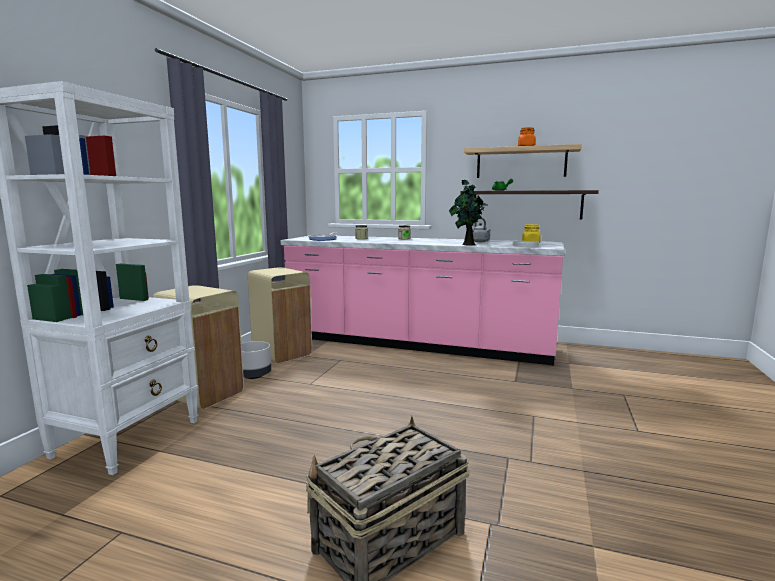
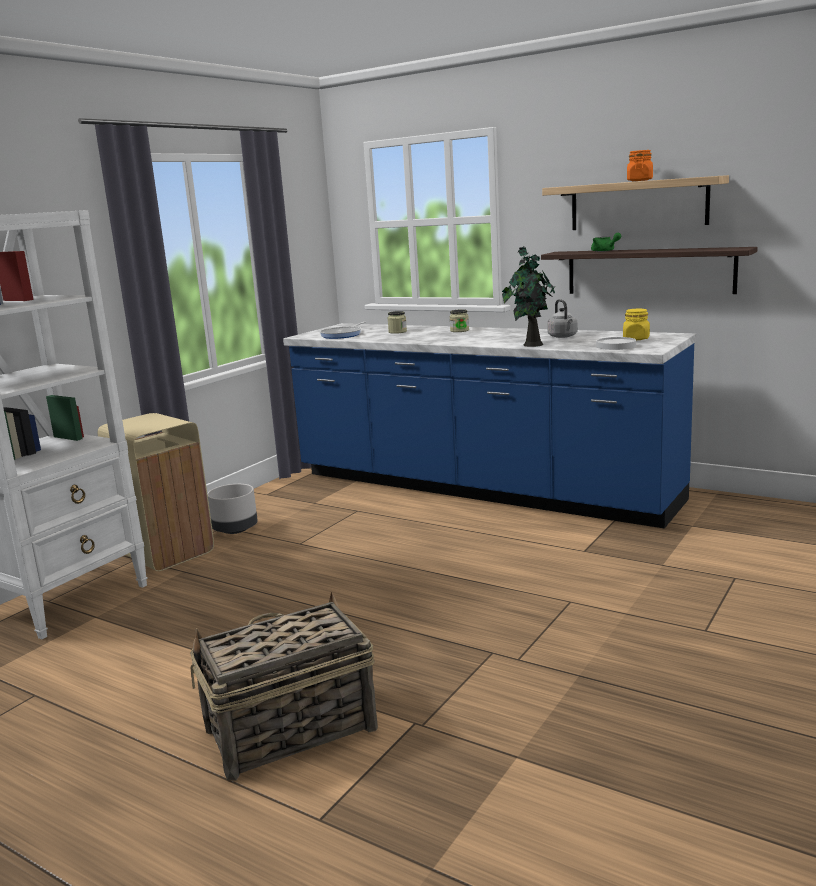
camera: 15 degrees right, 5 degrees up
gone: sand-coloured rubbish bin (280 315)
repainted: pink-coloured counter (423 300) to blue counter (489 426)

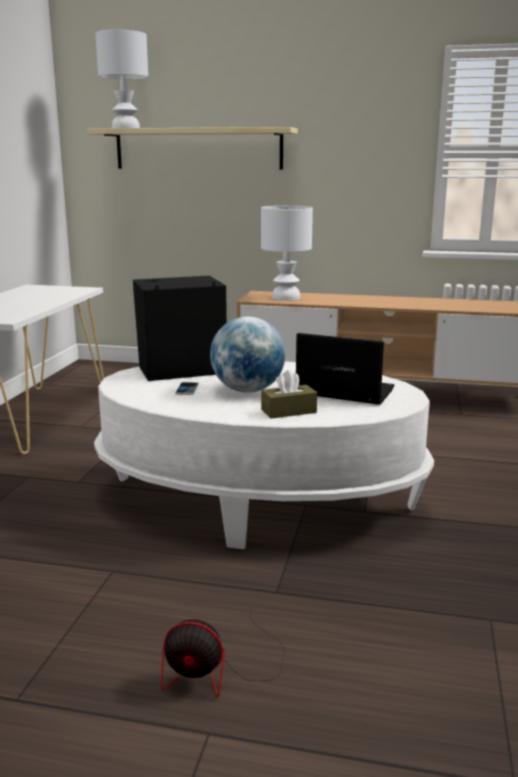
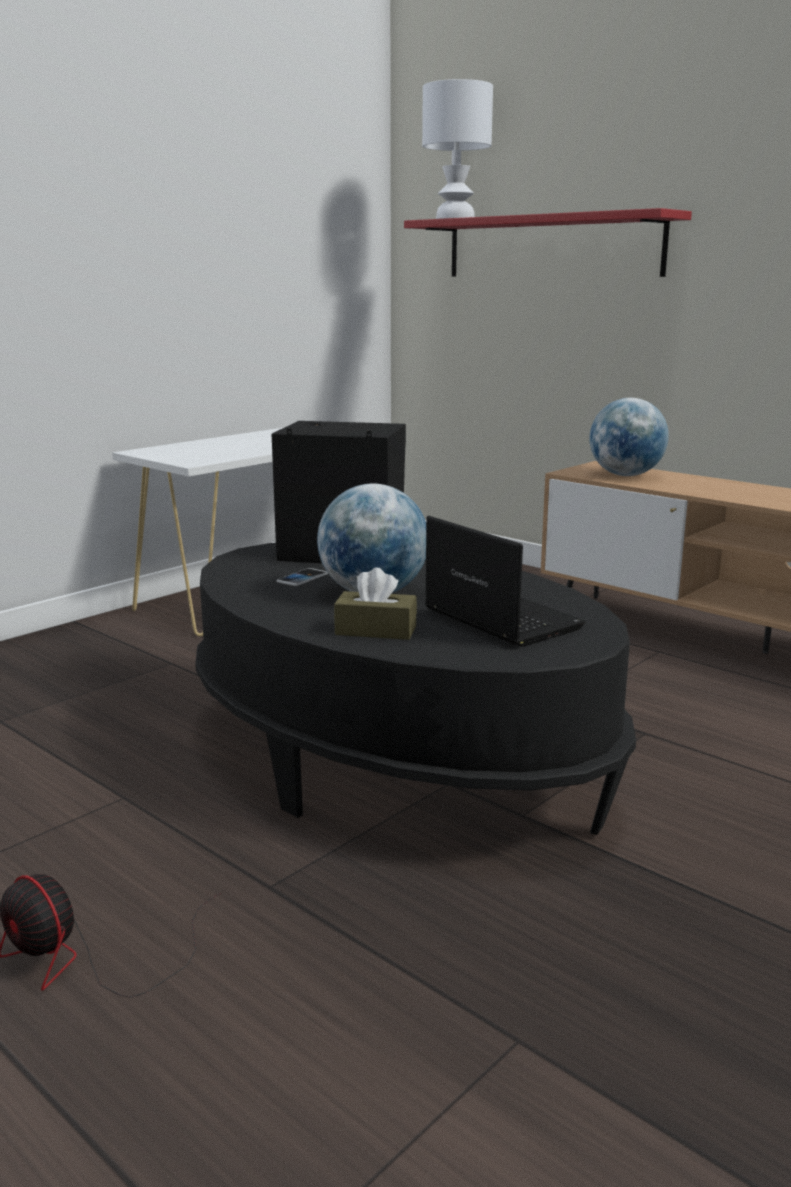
camera: 30 degrees right, 0 degrees up
swapped: white-coloured tabletop lamp (287 253) to globe (629 437)
repainted: sand-coloured shelf (192 148) to reddish shelf (548 242); white-coloured coffee table (264 455) to black-coloured coffee table (415 689)

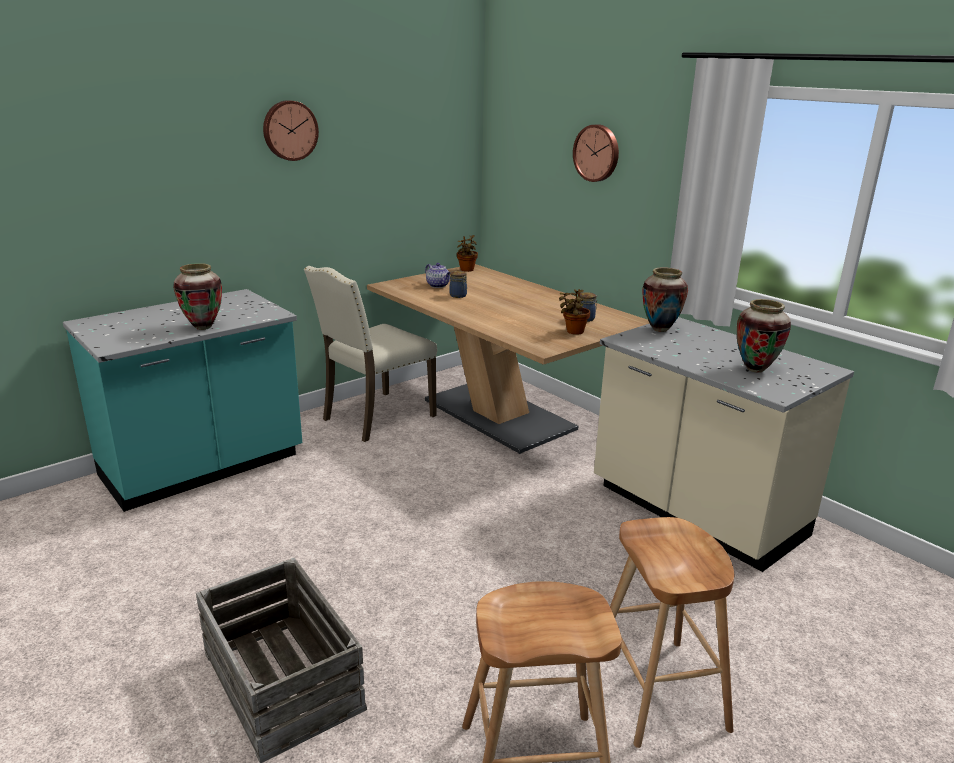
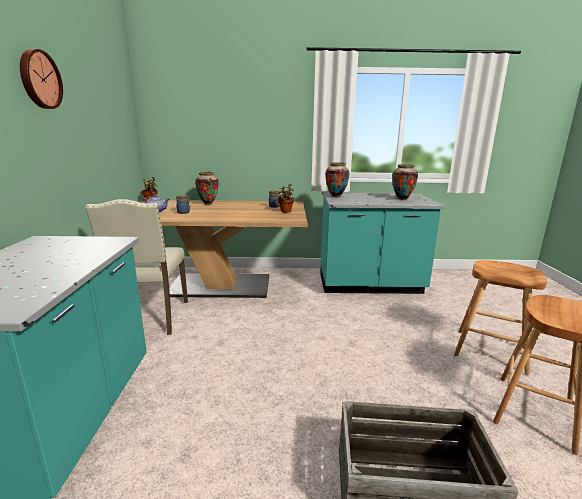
camera: 50 degrees left, 5 degrees down
gone: hanging clock (596 153)
shifted: vase (197 296) to (207 188)
repainted: sand-coloured counter (724 444) to blue-green counter (382 243)

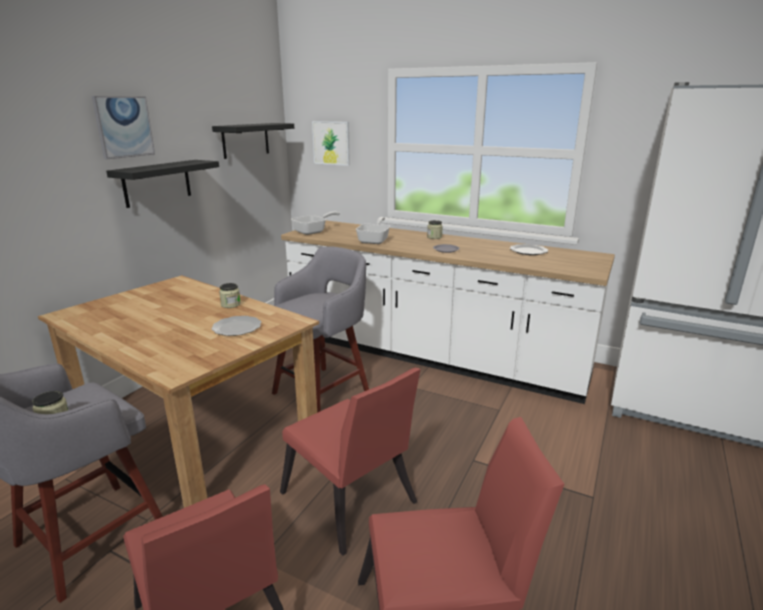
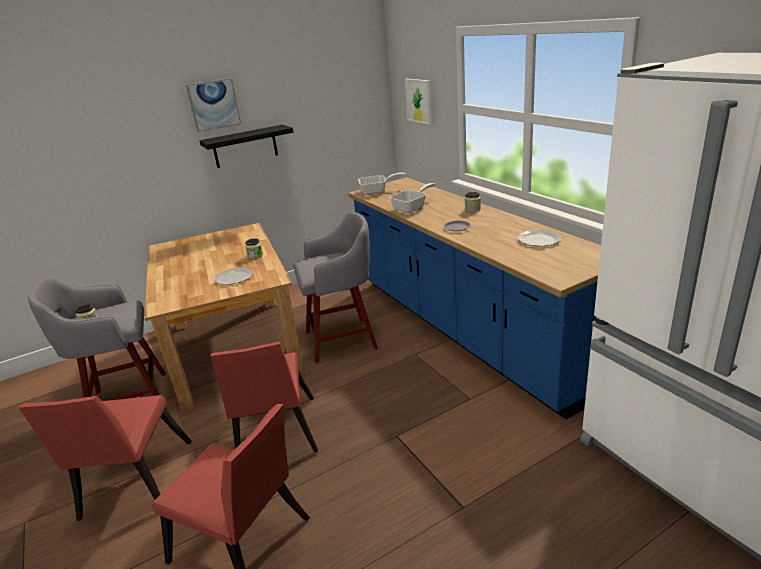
camera: 35 degrees right, 5 degrees up
gone: black-coloured shelf (253 141)
repainted: white-coloured counter (448 312) to blue counter (474 298)

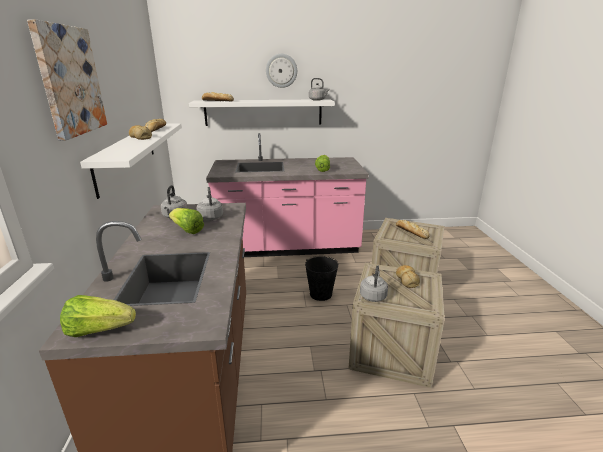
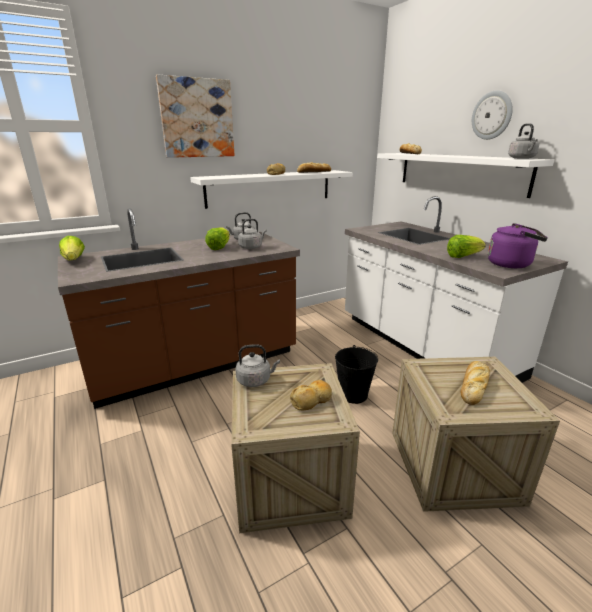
camera: 65 degrees right, 0 degrees up
new: purple kettle (517 245)
repainted: pink-coloured counter (287 195) to white-coloured counter (456 289)

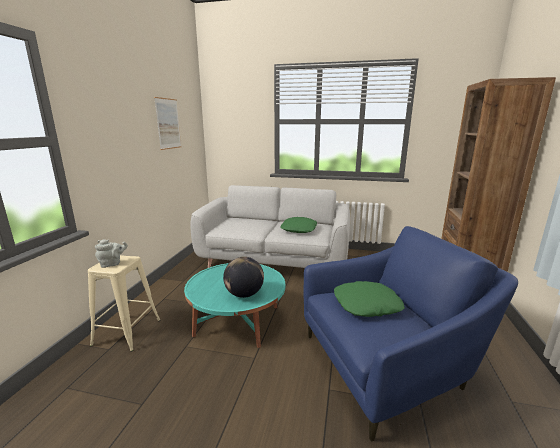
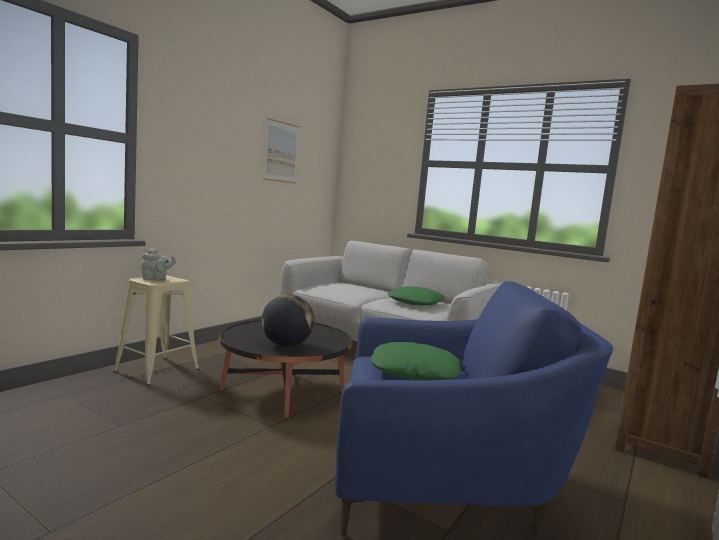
camera: 20 degrees right, 10 degrees down
repainted: blue-green coffee table (234 305) to black-coloured coffee table (285 369)

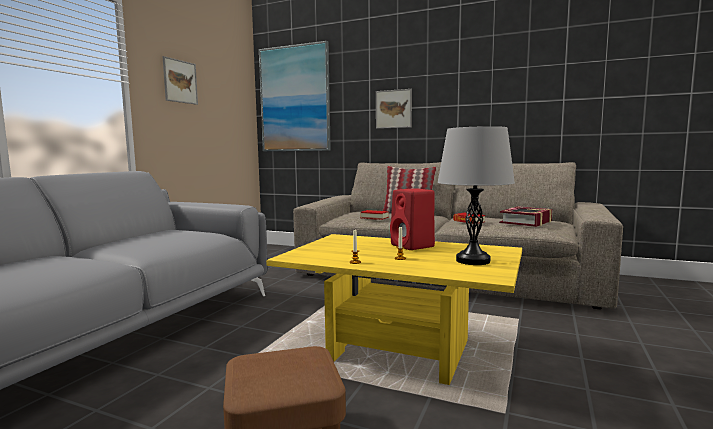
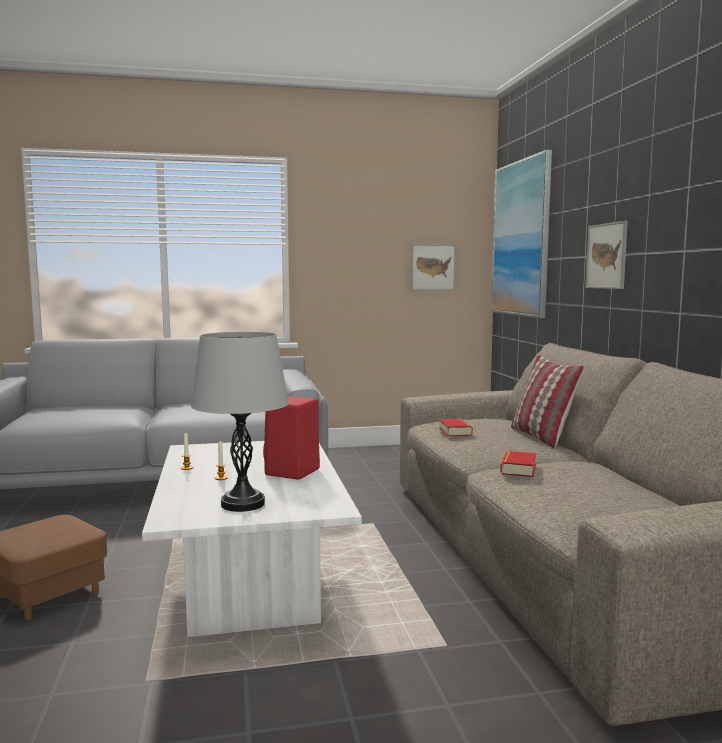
camera: 55 degrees right, 0 degrees up
gone: book (526 217)
shifted: wall art (180 80) to (433 267)
repainted: yellow-coloured coffee table (394 309) to white-coloured coffee table (252 539)

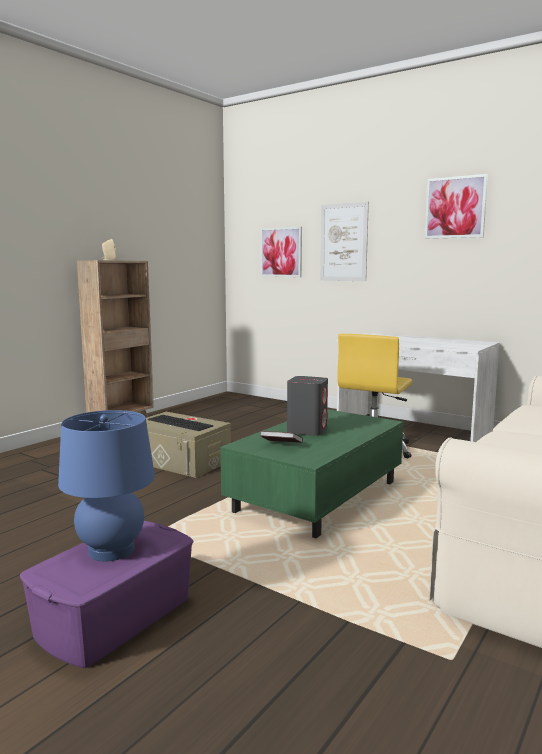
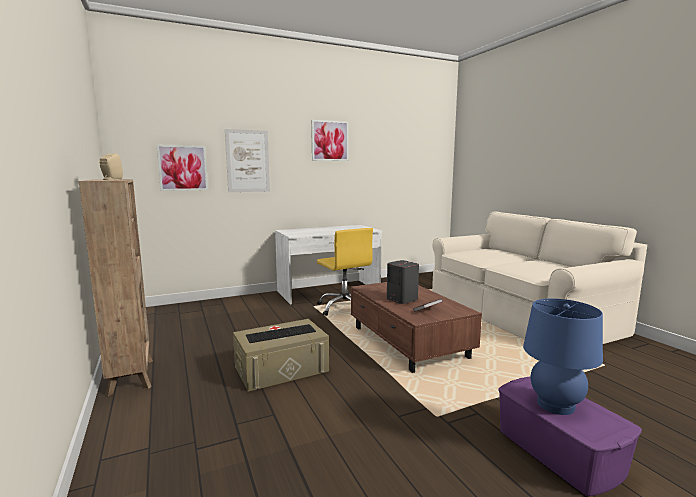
camera: 60 degrees left, 0 degrees up
repainted: greenish coffee table (311 473) to brown coffee table (416 327)

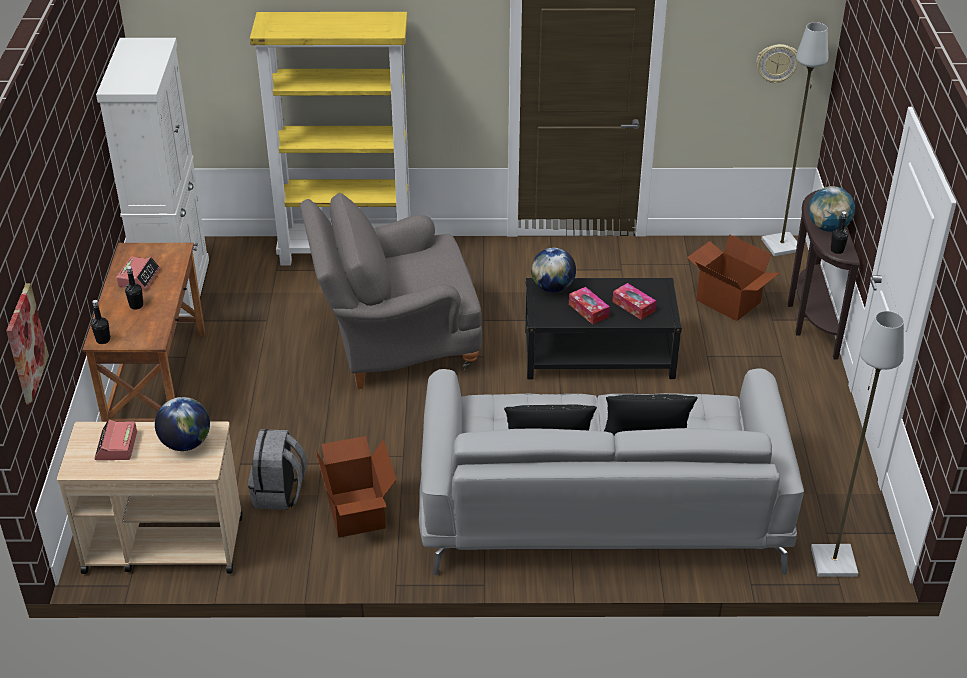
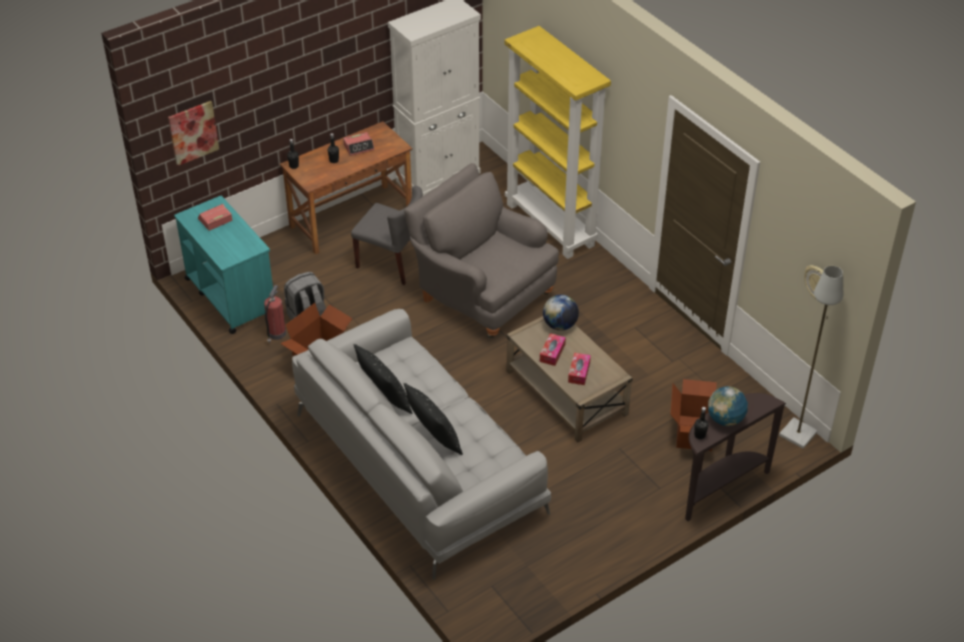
camera: 55 degrees right, 5 degrees up
gone: globe (182 424); greyish standing lamp (857 444)
new: fire-fighting cylinder (275 314); greyish chair (387 235)
repainted: sand-coloured trolley (150 498) to blue-green trolley (223 265); black-coloured coffee table (603 328) to sand-coloured coffee table (570 379)

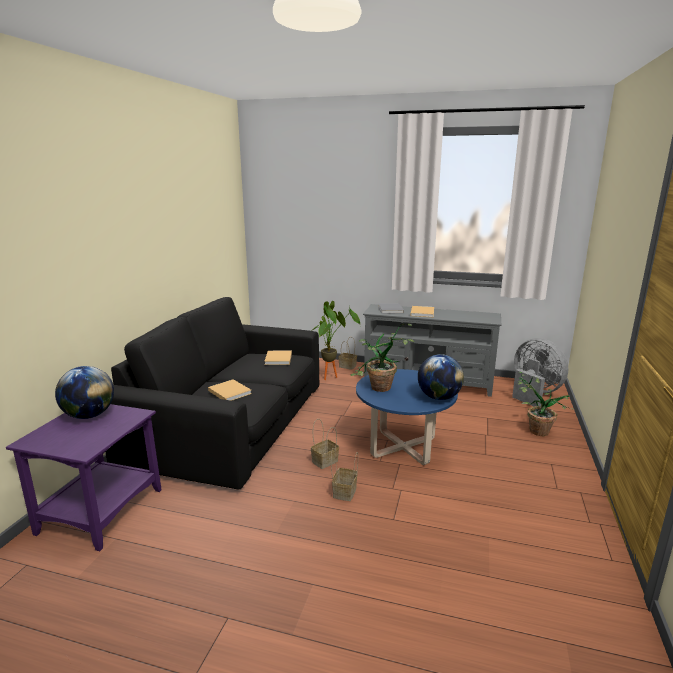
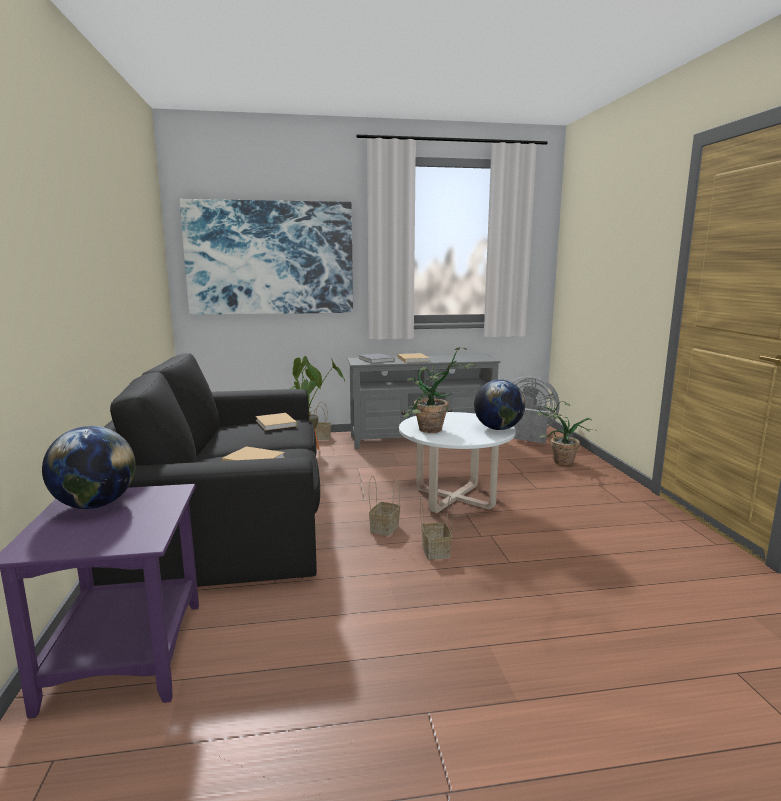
camera: 25 degrees left, 5 degrees down
new: wall art (266 257)
repainted: blue coffee table (407 417) to white-coloured coffee table (457 462)

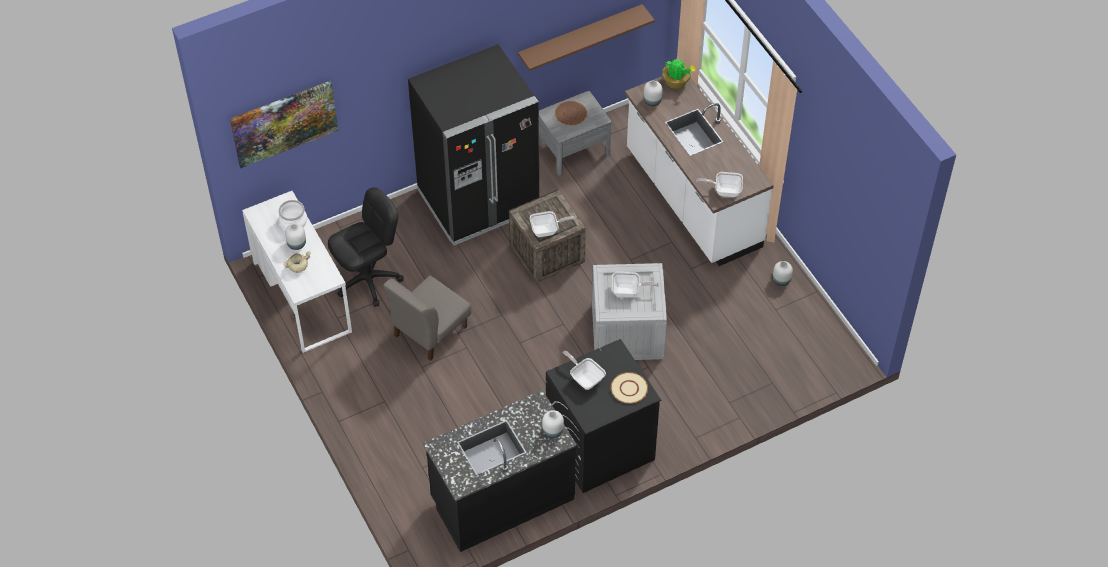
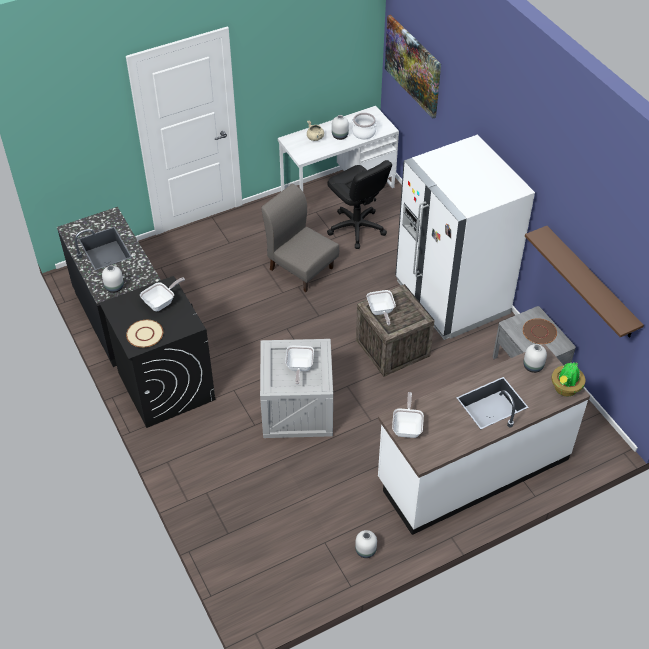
camera: 90 degrees right, 5 degrees down
repainted: black-coloured refrigerator (474 145) to white-coloured refrigerator (465 237)

